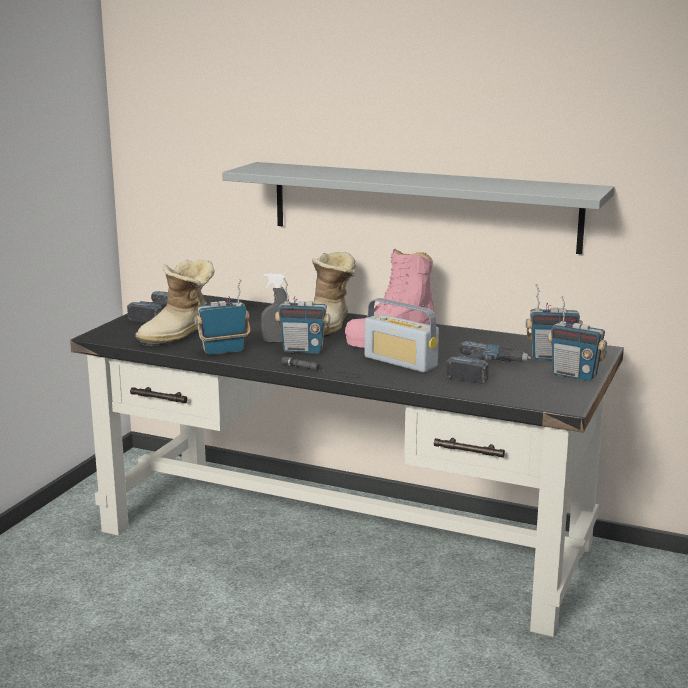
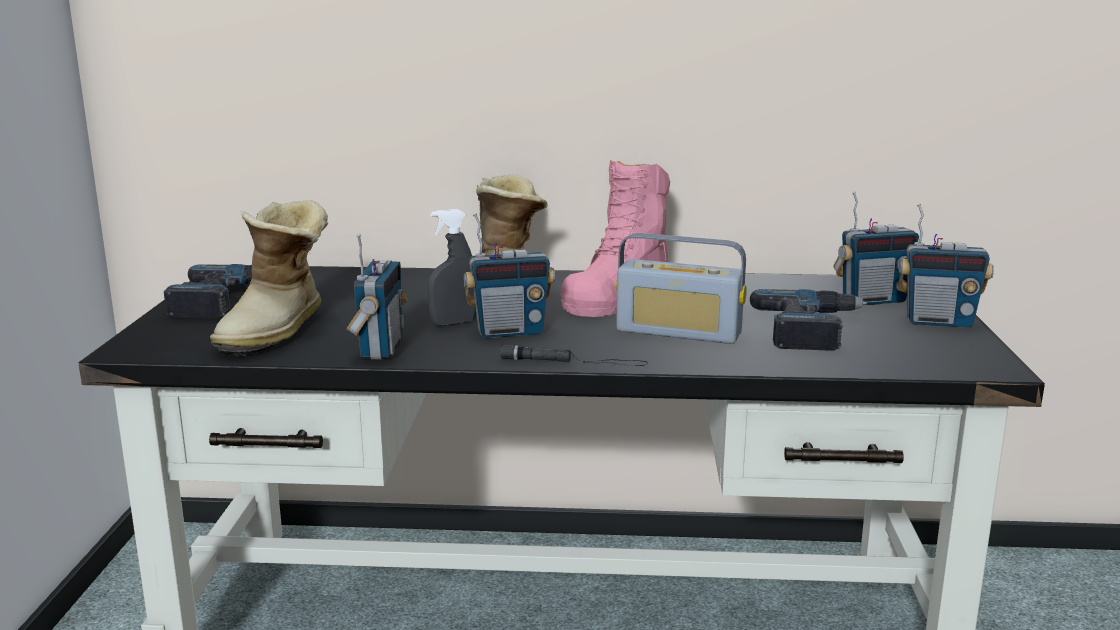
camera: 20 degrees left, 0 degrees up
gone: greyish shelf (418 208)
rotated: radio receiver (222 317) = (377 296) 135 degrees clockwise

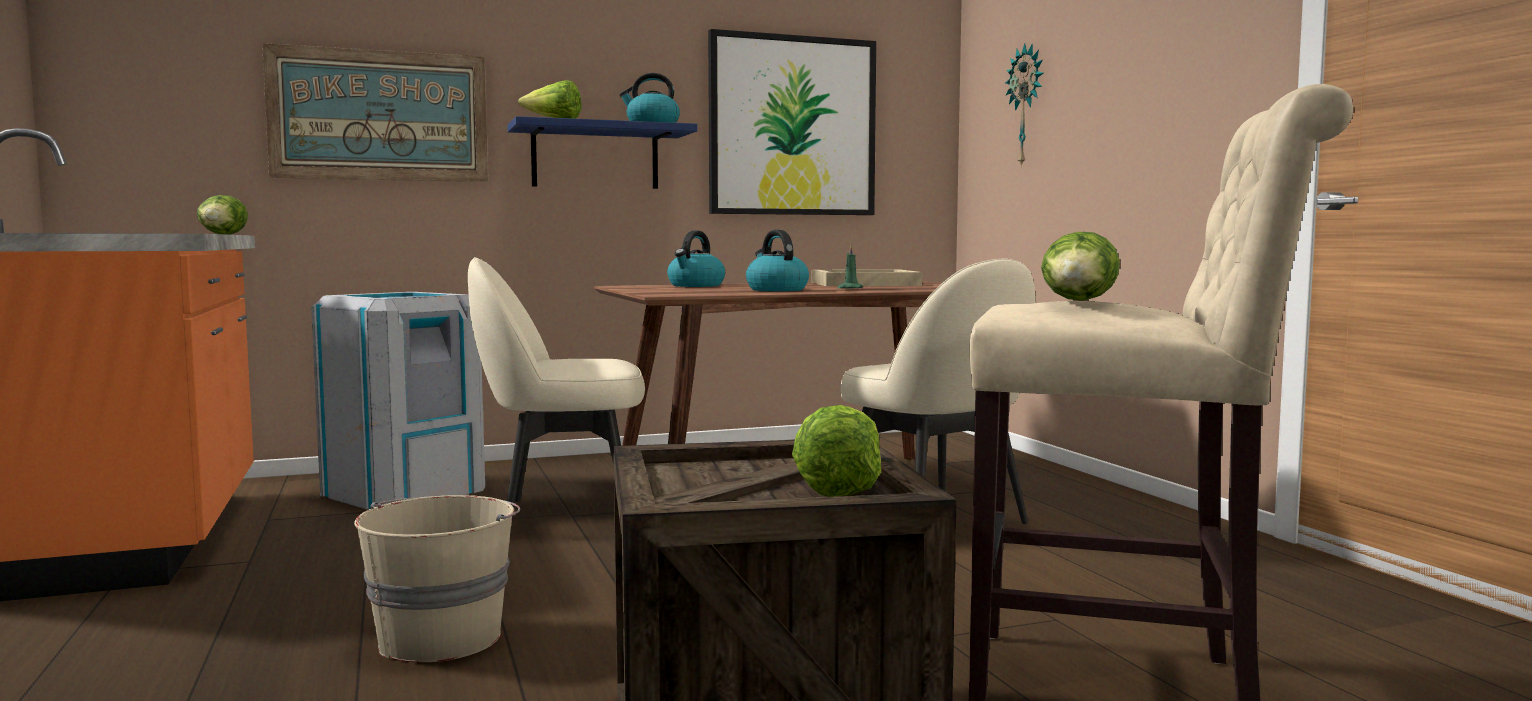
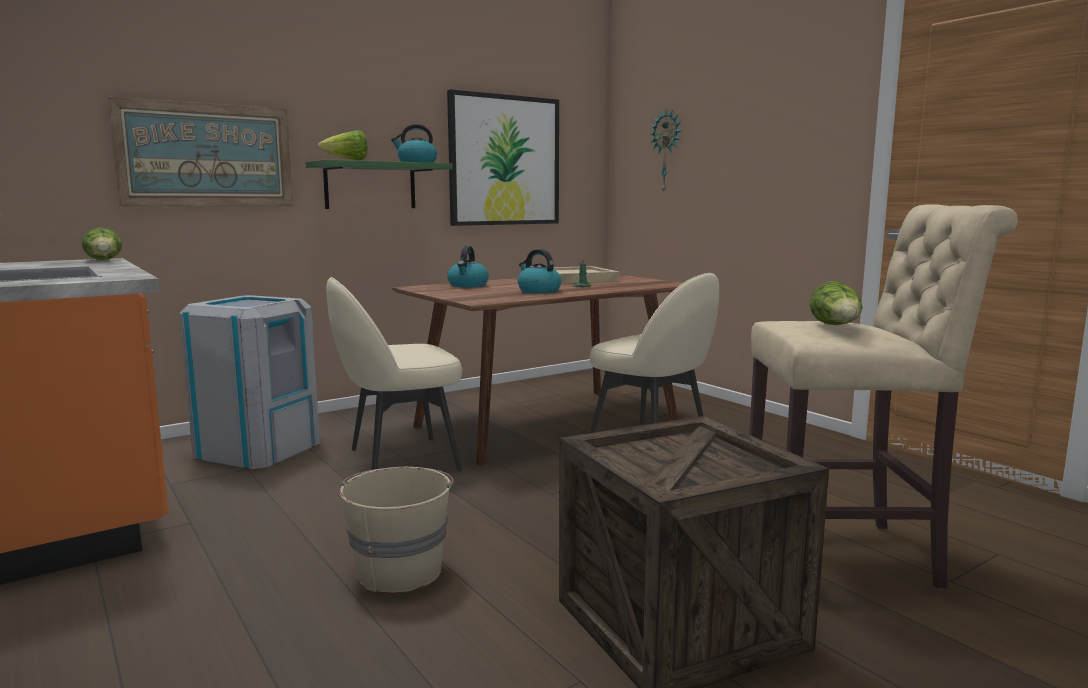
camera: 15 degrees left, 5 degrees up
gone: lettuce (836 451)
repainted: blue shelf (602 152) to greenish shelf (379 184)

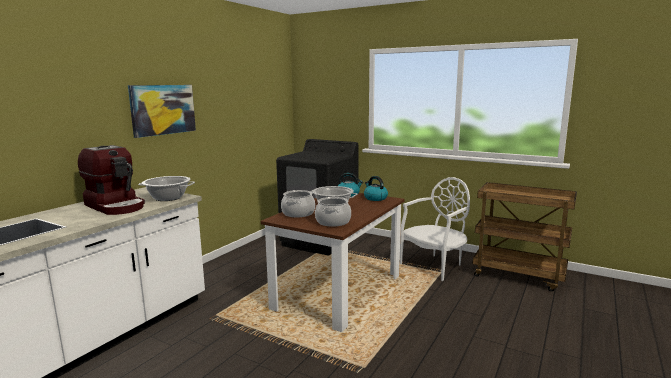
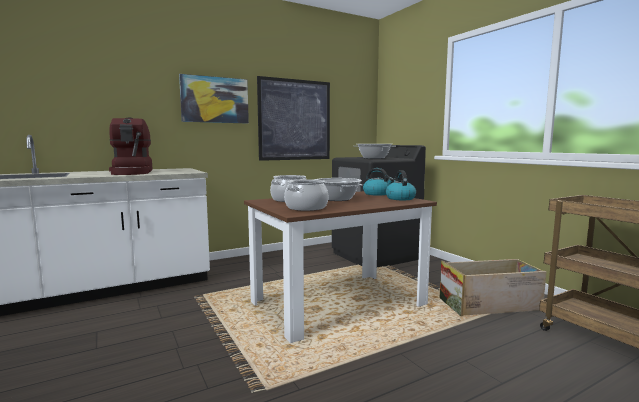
camera: 30 degrees right, 5 degrees down
new: wall art (293 118)
shifted: cooking pot (166 188) to (377 151)
swapped: white-coloured chair (435 229) to shipping crate (493 288)

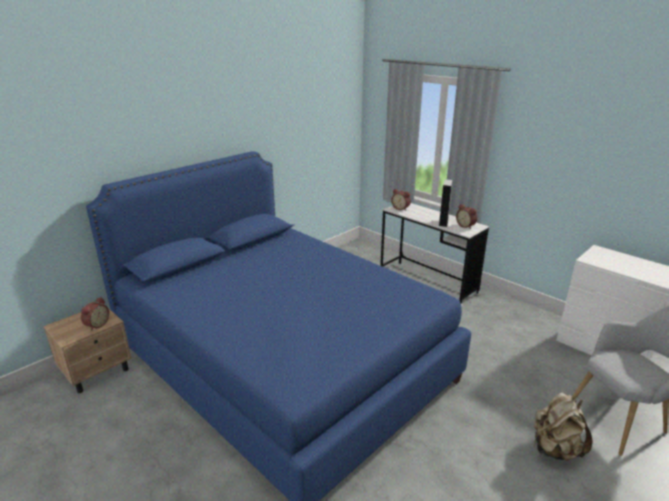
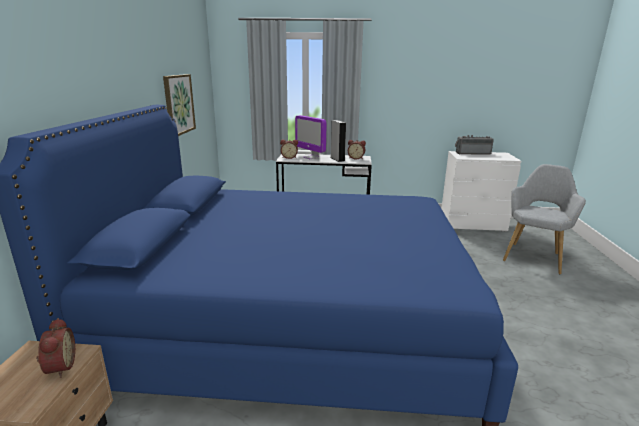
camera: 40 degrees left, 5 degrees down
gone: sand-coloured rucksack (563 427)
new: wall art (179 105); computer screen (310 137); radio receiver (474 145)

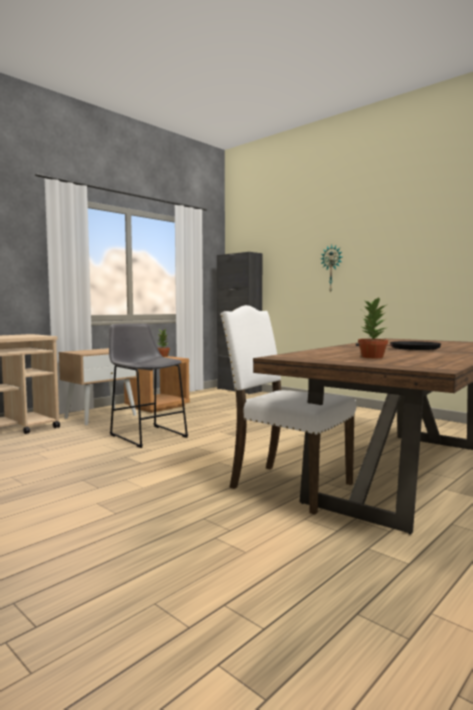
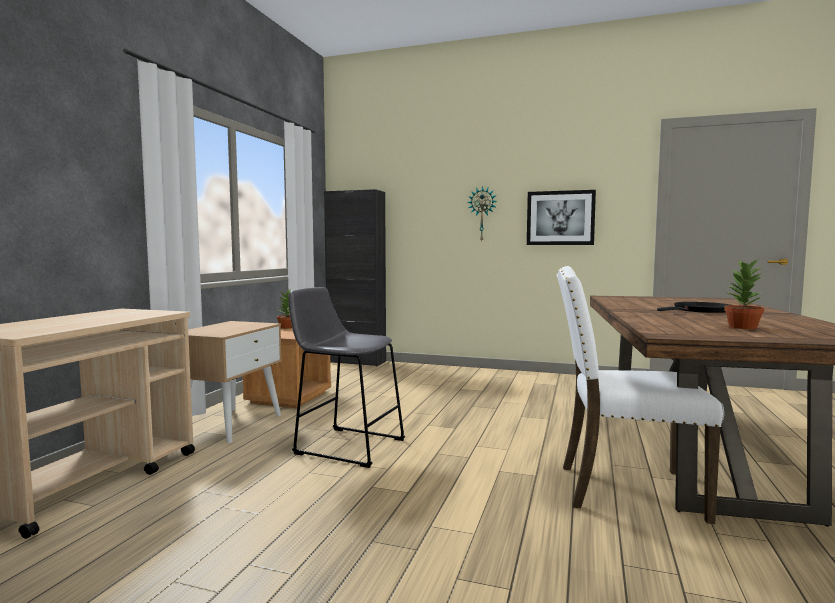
camera: 25 degrees left, 0 degrees up
new: wall art (561 217)

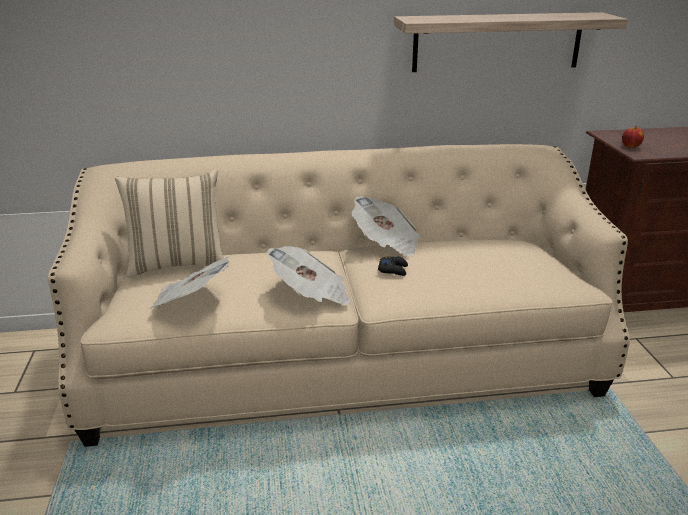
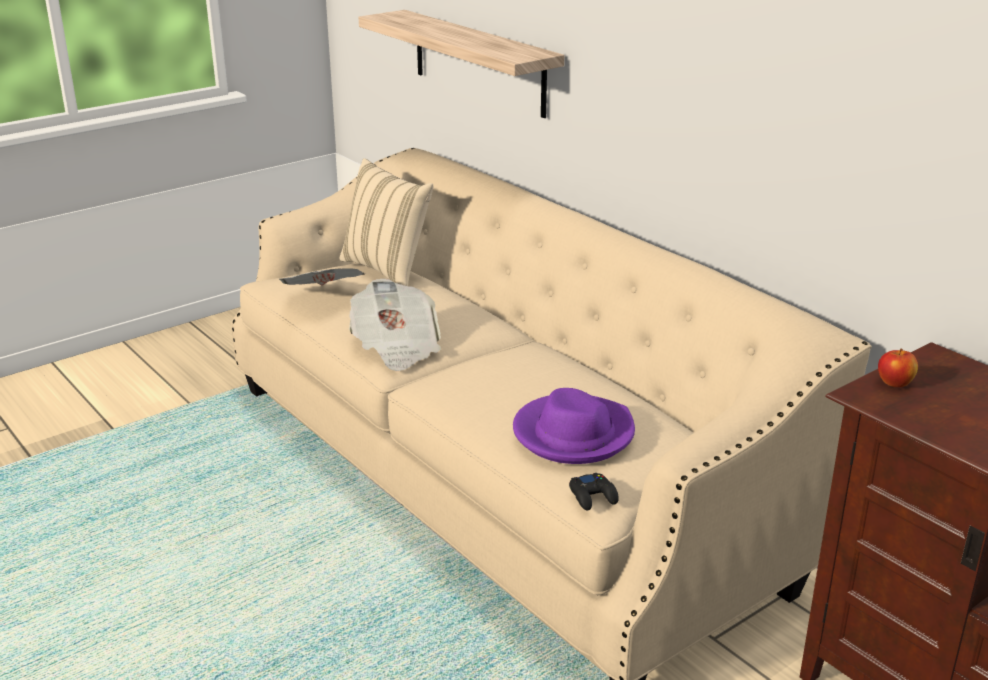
camera: 60 degrees right, 0 degrees up
gone: printed paper (386 226)
new: purple hat (574 426)
shifted: black-coloured game controller (393 266) to (594 492); shelf (510 42) to (461 64)

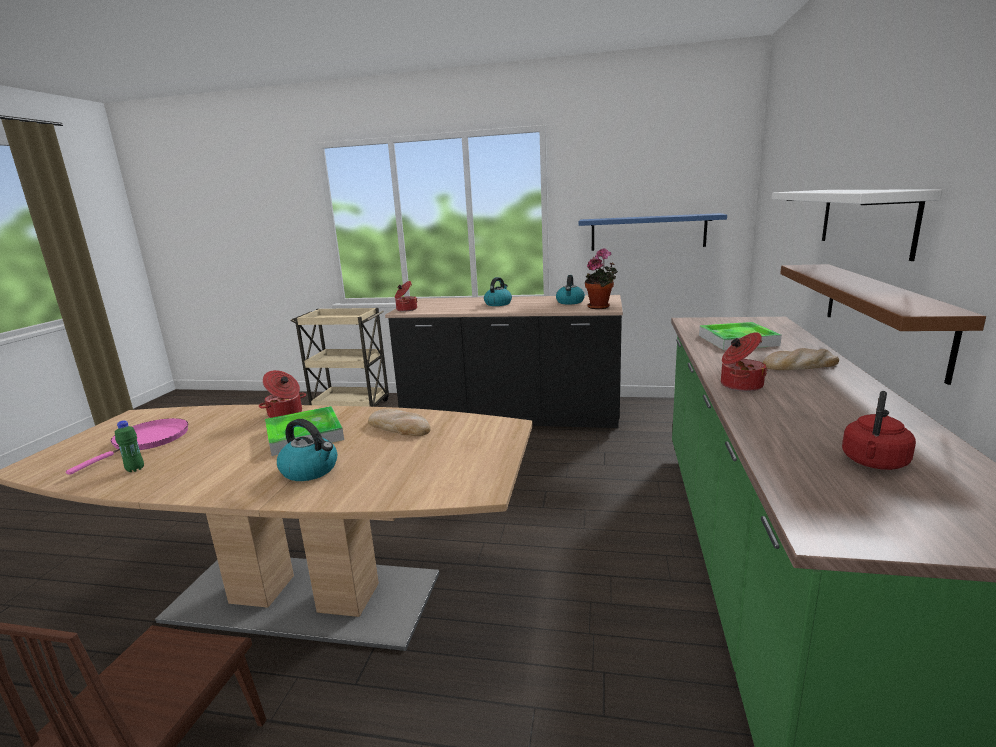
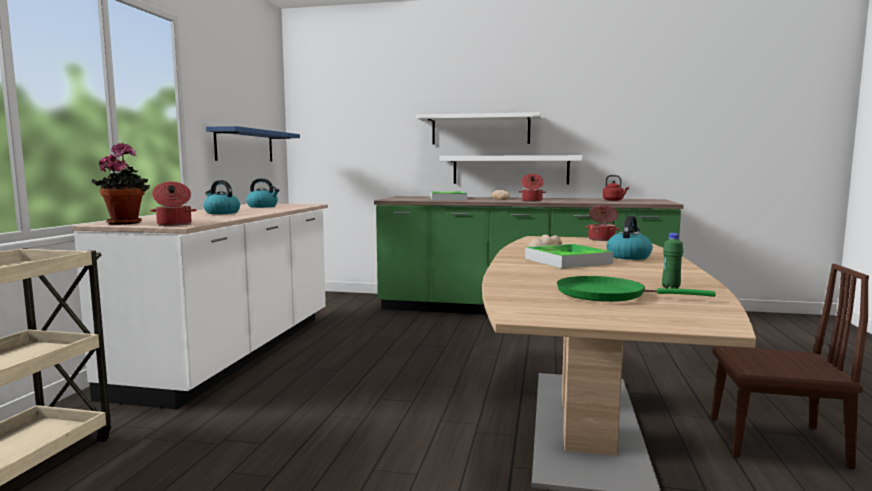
camera: 90 degrees left, 10 degrees down
shifted: cooking pot (282 394) to (602 223); potted plant (601 278) to (121 183)
repainted: pink-coloured frying pan (127 446) to greenish frying pan (636 289); black-coloured counter (504 361) to white-coloured counter (200 306); brown shelf (883 324) to white-coloured shelf (510 169)

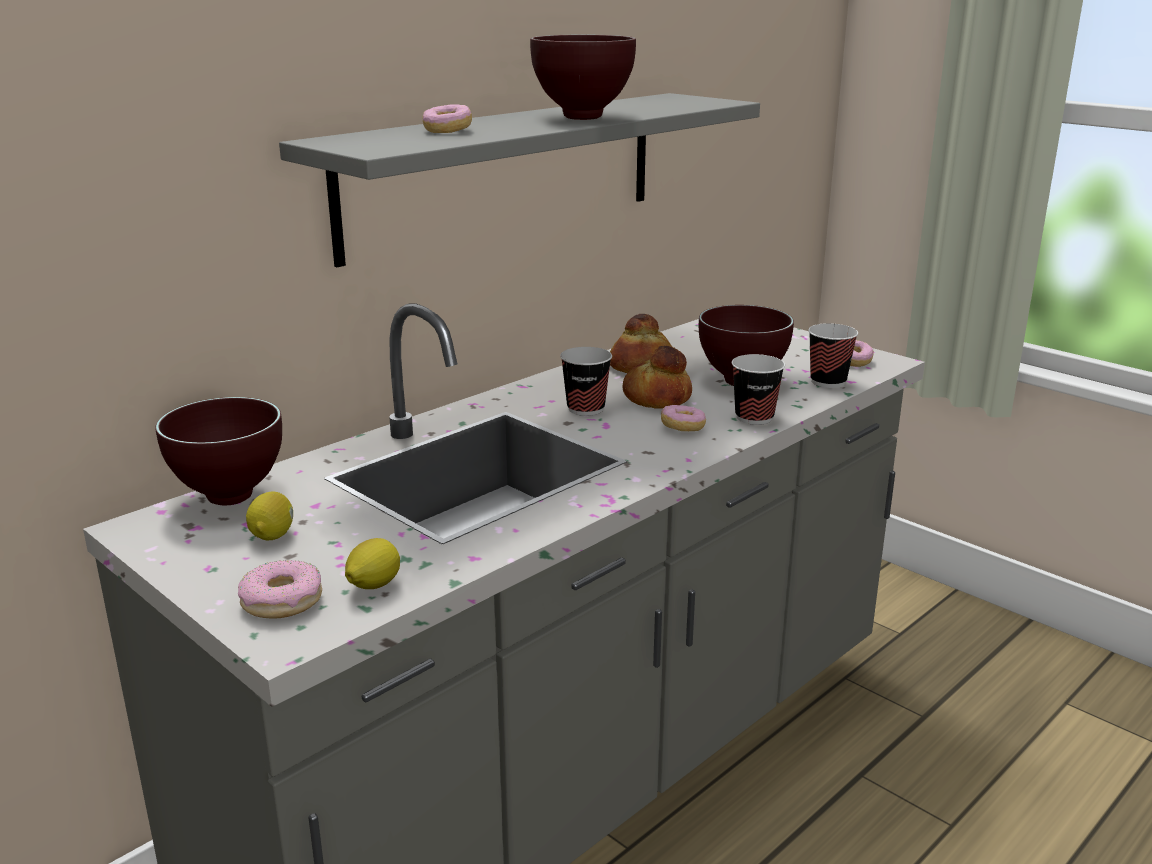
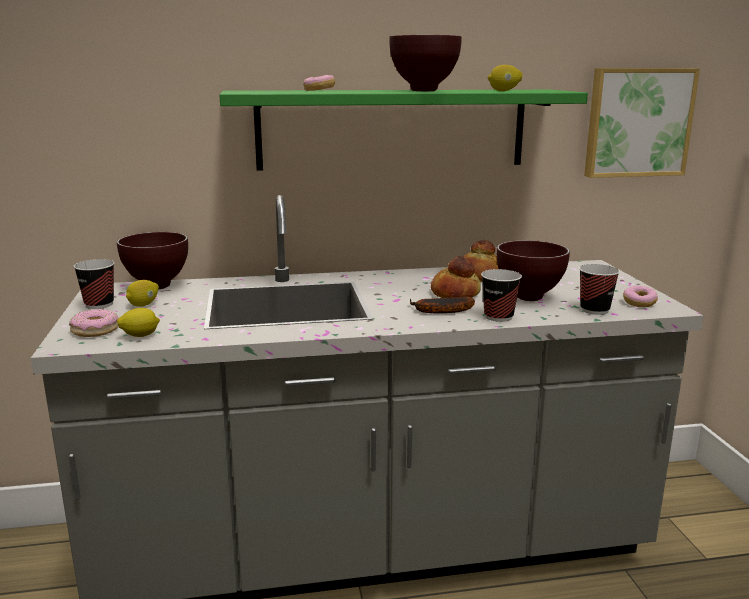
camera: 35 degrees right, 5 degrees down
new: whole lemon (505 78); wall art (642 123)
shifted: drinking cup (586 381) to (93 284)
swapped: donut (683 418) to banana (442 305)
repainted: greyish shelf (519 180) to greenish shelf (403 130)

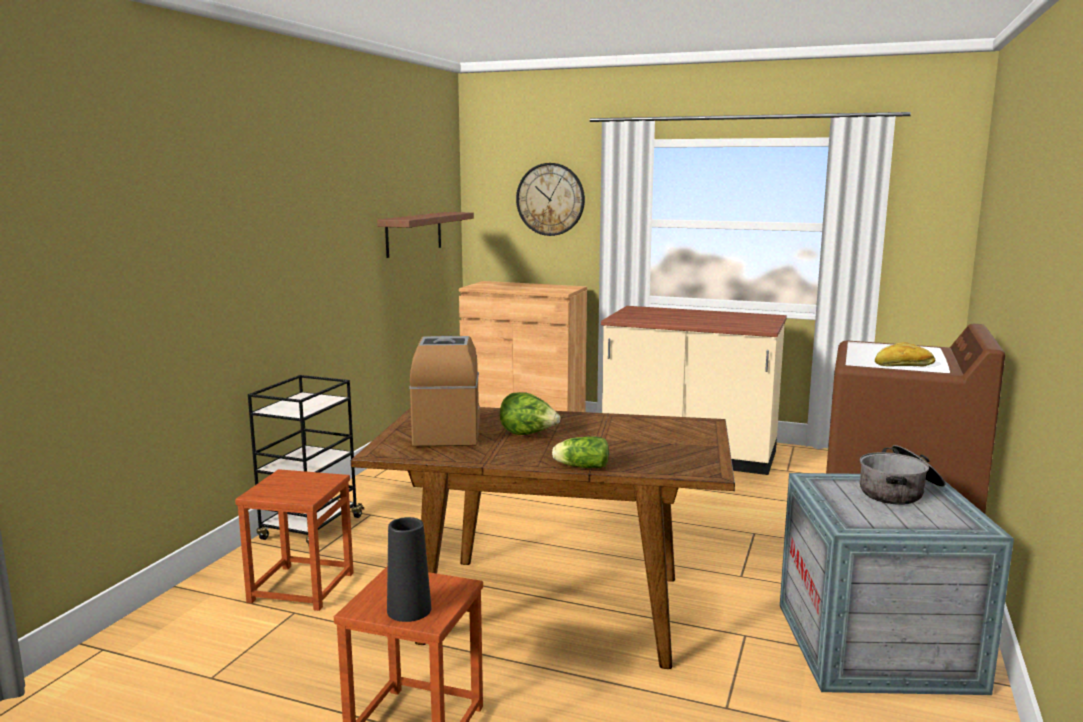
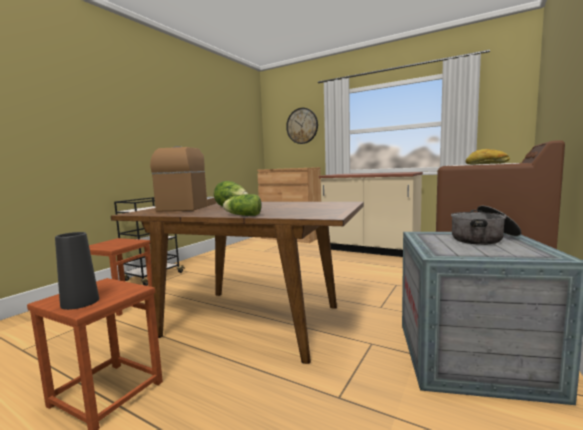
camera: 10 degrees right, 5 degrees down
gone: brown shelf (425 235)

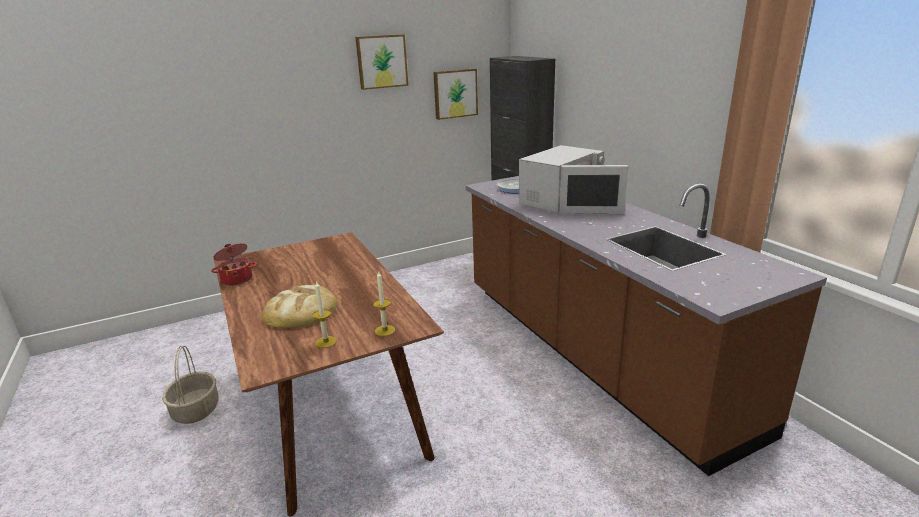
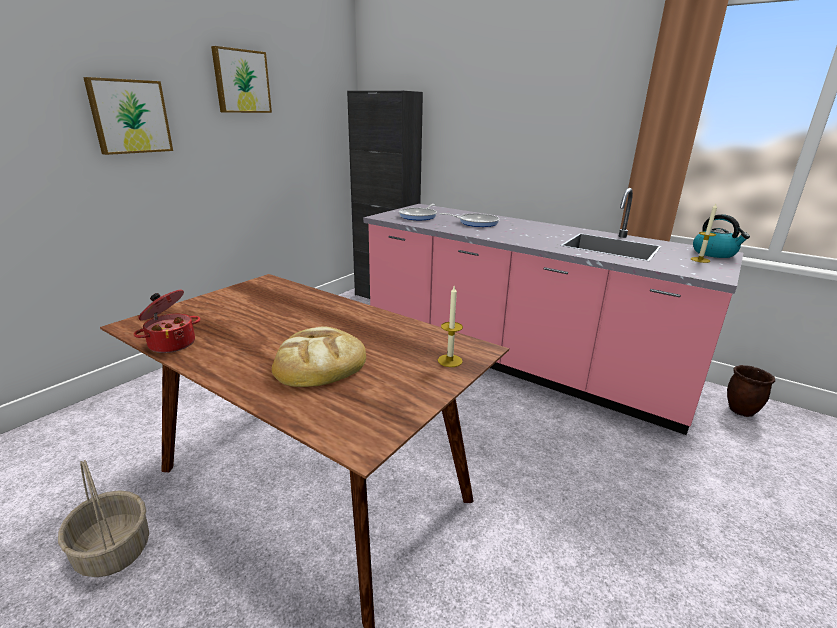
camera: 30 degrees left, 0 degrees up
new: kettle (721 236); brown planter (751 391)
shifted: wax candle (324 314) to (704 233); wall art (455 94) to (128 116)
swapped: white-coloured microwave oven (573 180) to frying pan (469 220)
repainted: brown counter (646 326) to pink-coloured counter (553 311)

